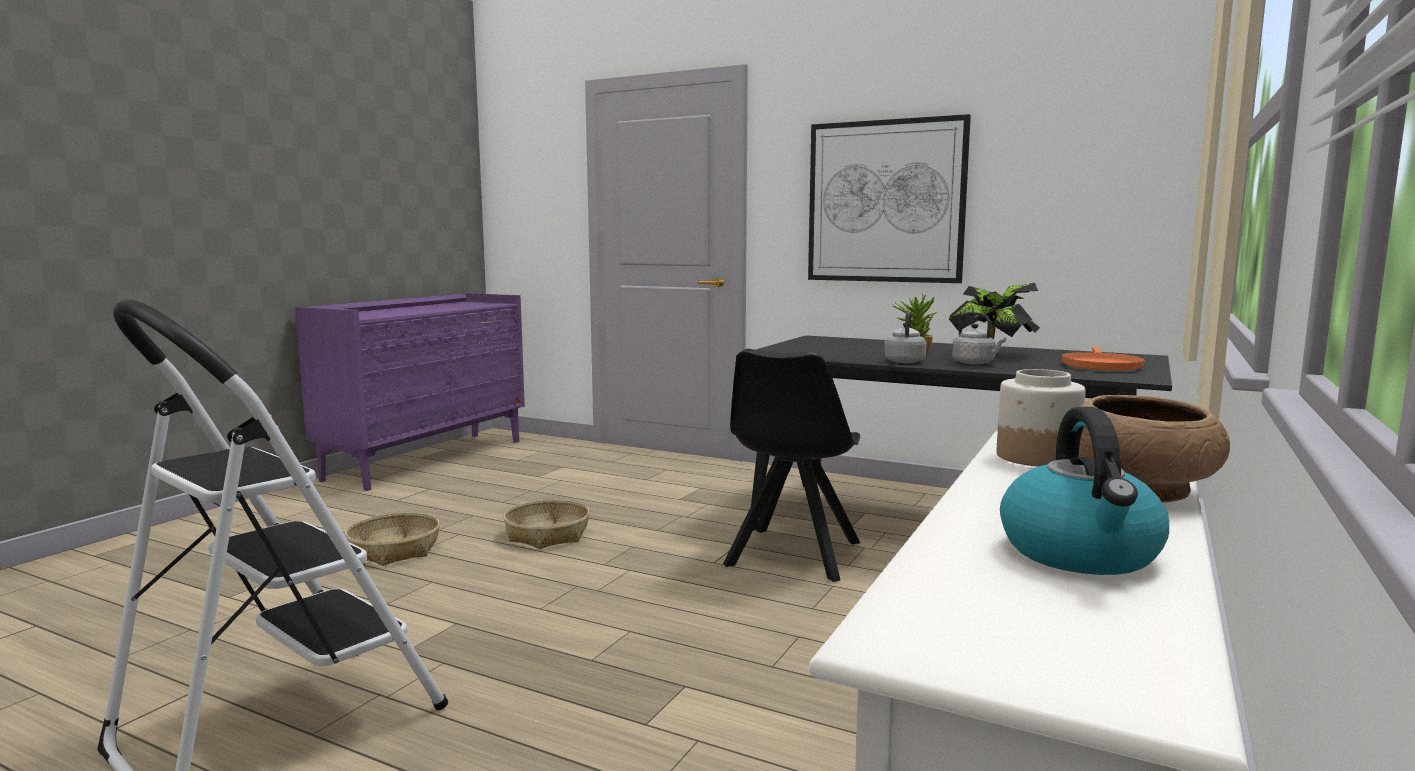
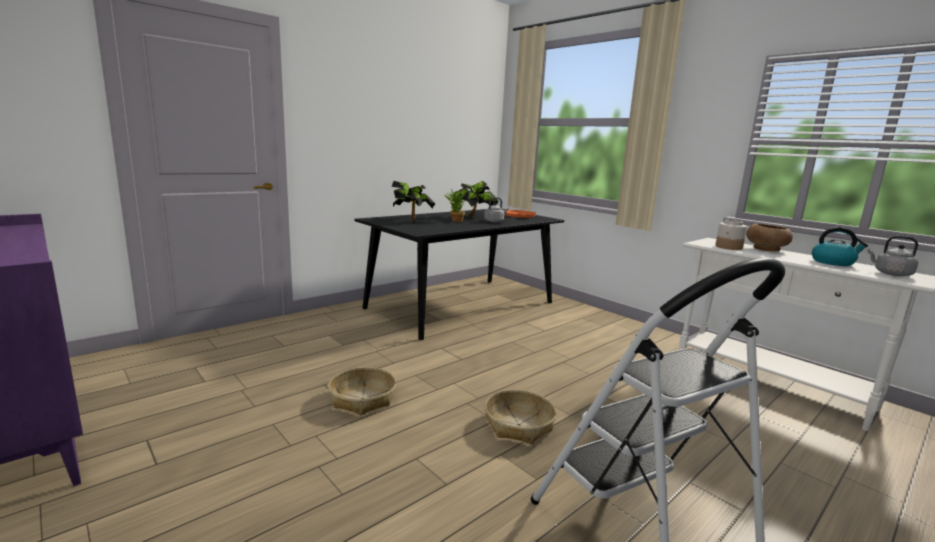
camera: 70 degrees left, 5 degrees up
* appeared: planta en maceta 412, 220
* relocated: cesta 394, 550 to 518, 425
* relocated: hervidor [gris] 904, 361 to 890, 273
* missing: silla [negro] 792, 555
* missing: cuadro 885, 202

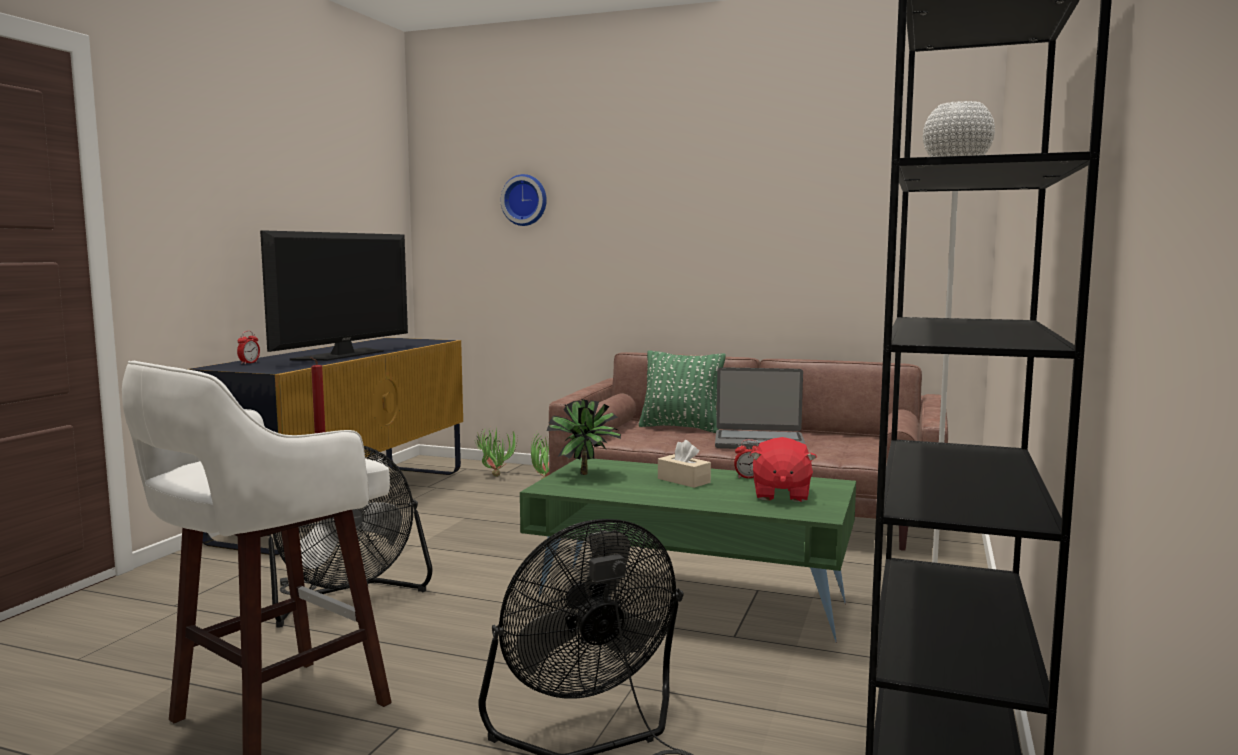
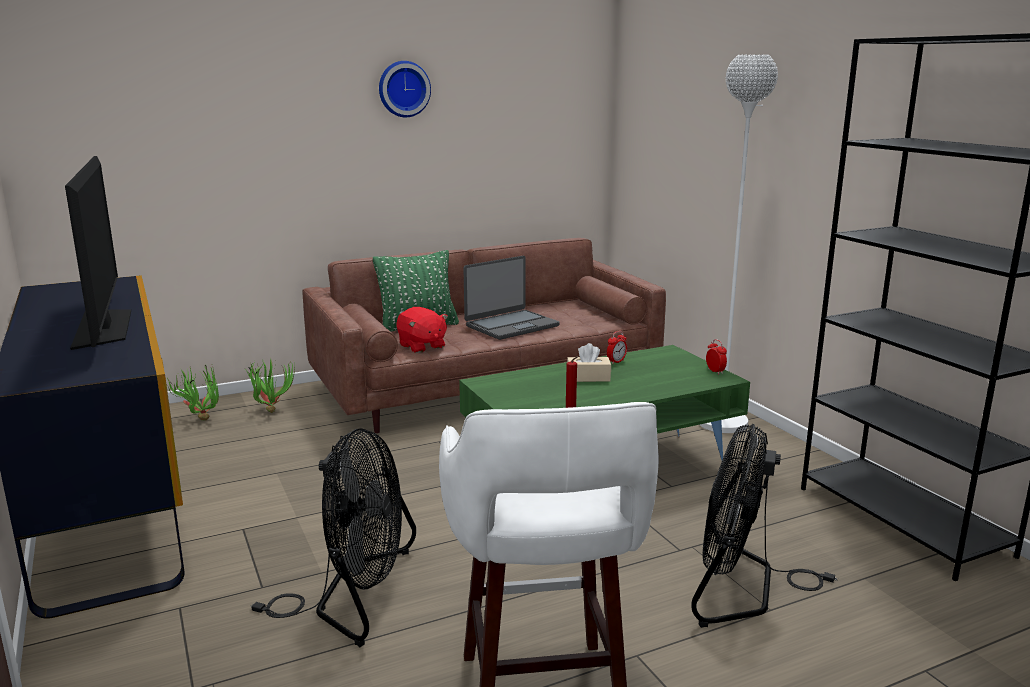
camera: 45 degrees left, 10 degrees up
* relocated: reloj de pared 525, 200 to 403, 89
* relocated: peluche [rojo] 780, 494 to 421, 346
* relocated: despertador 249, 363 to 715, 371
* missing: planta en maceta 586, 475

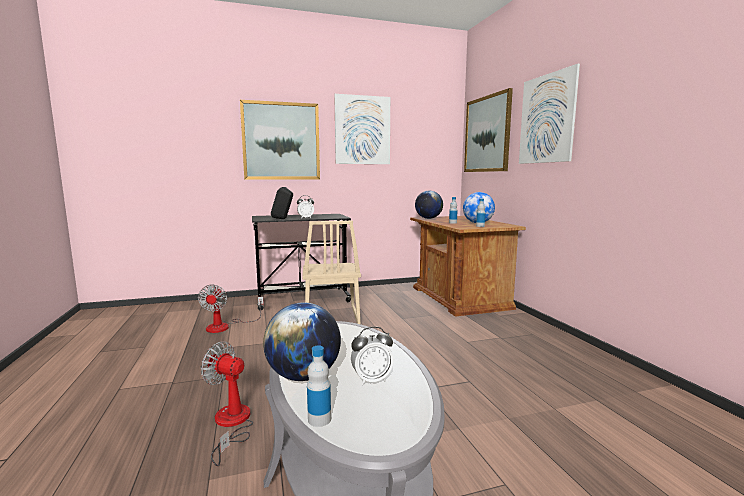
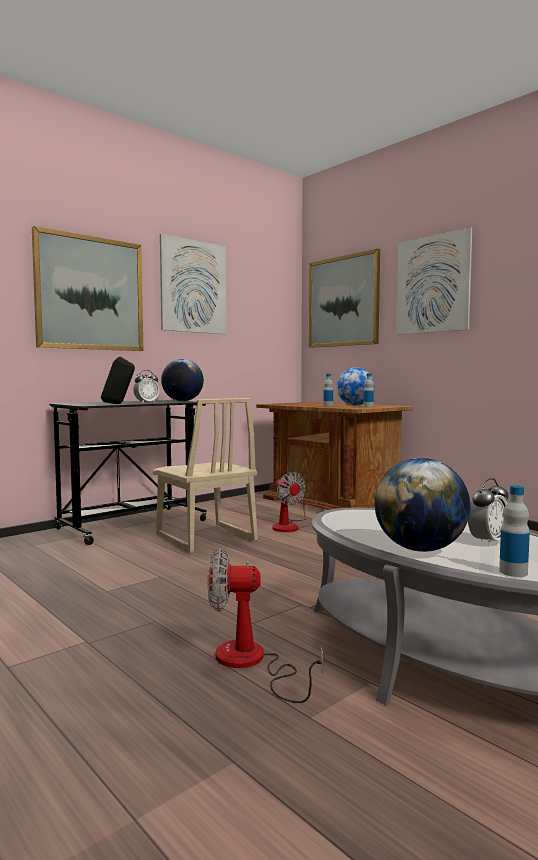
camera: 25 degrees left, 5 degrees down
* relocated: globo terráqueo 428, 218 to 182, 401
* relocated: ventilador 225, 326 to 288, 526

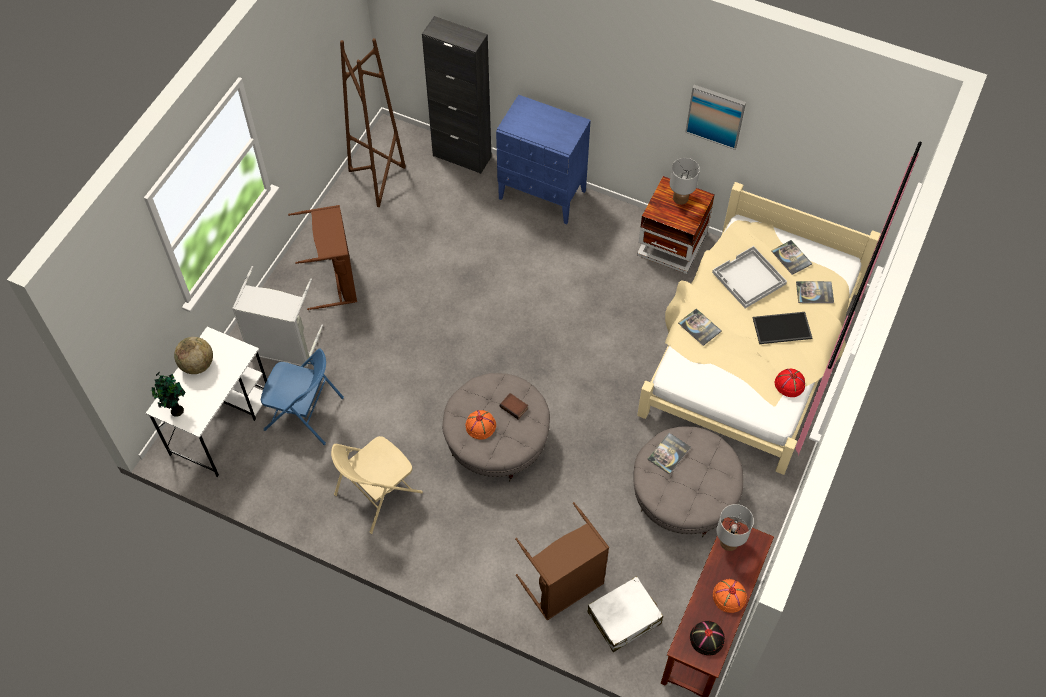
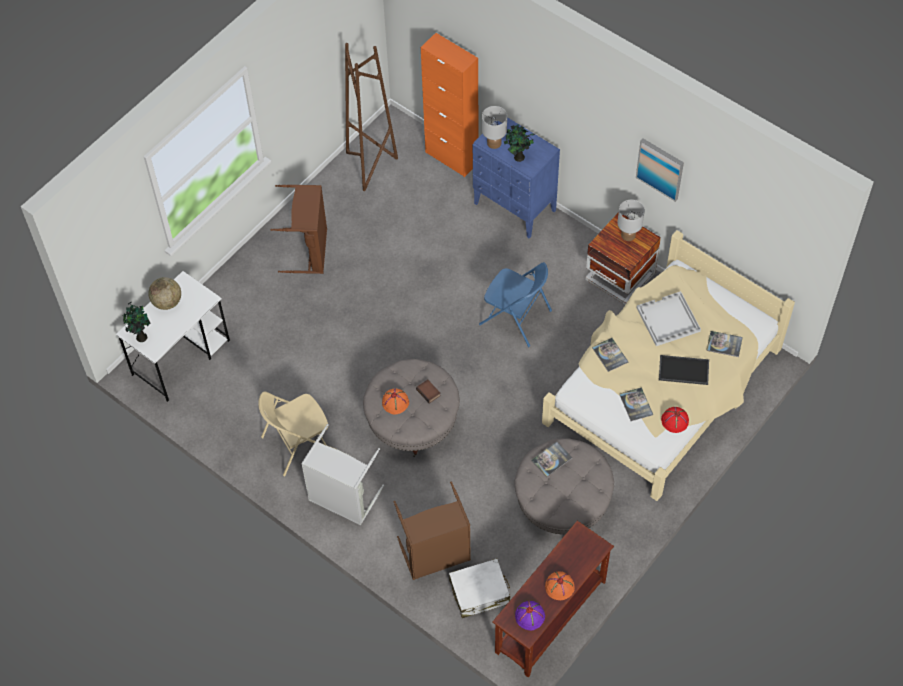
camera: 15 degrees right, 0 degrees up
* relocated: cesto de la ropa [gris] 283, 347 to 342, 499
* colour: armario [negro] 462, 156 to armario [naranja] 451, 157
* relocated: silla [azul] 304, 414 to 515, 317
* relocated: lámpara de mesa [gris] 729, 542 to 494, 143
* appeared: planta en maceta 518, 158
* colour: sombrero [negro] 707, 638 to sombrero [morado] 530, 616
* relocated: libro 791, 258 to 636, 404

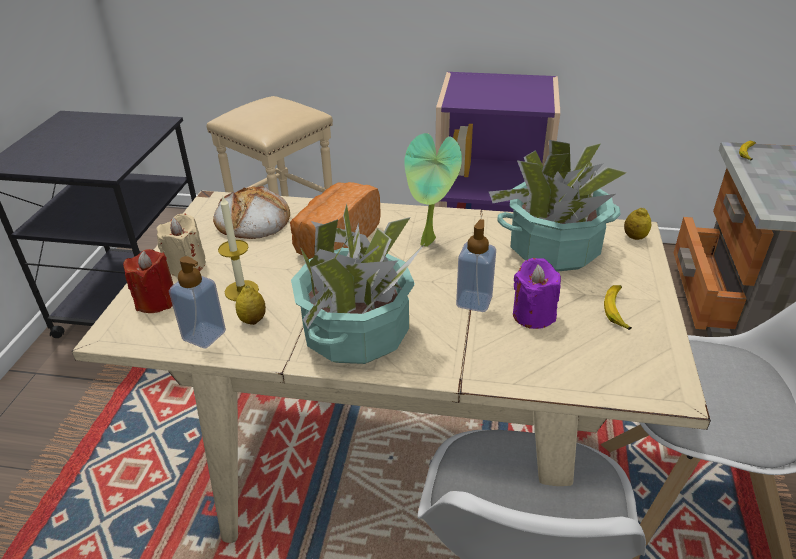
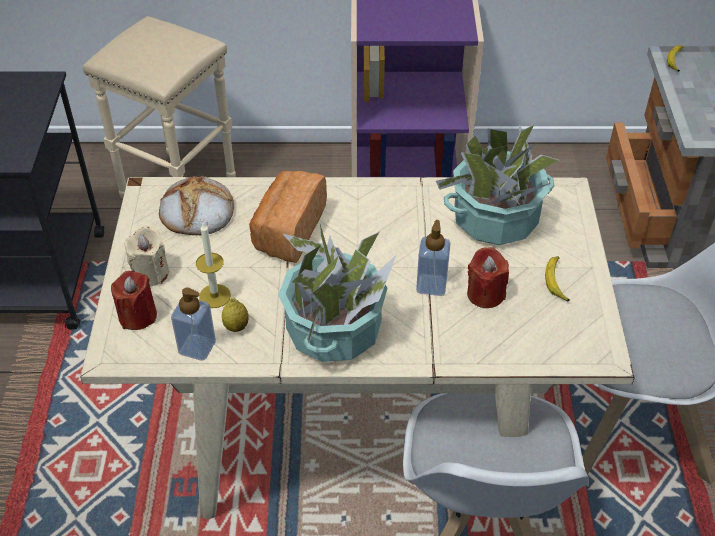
camera: 10 degrees left, 10 degrees up
* colour: vela [morado] 533, 315 to vela [rojo] 485, 294
* missing: planta en maceta 430, 243
* missing: limón 634, 237

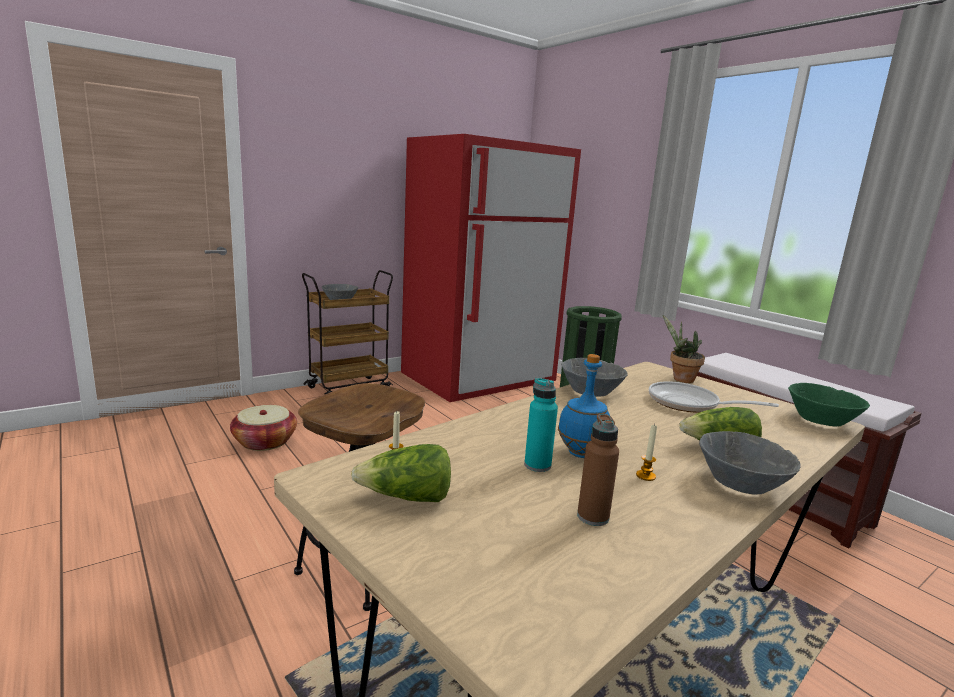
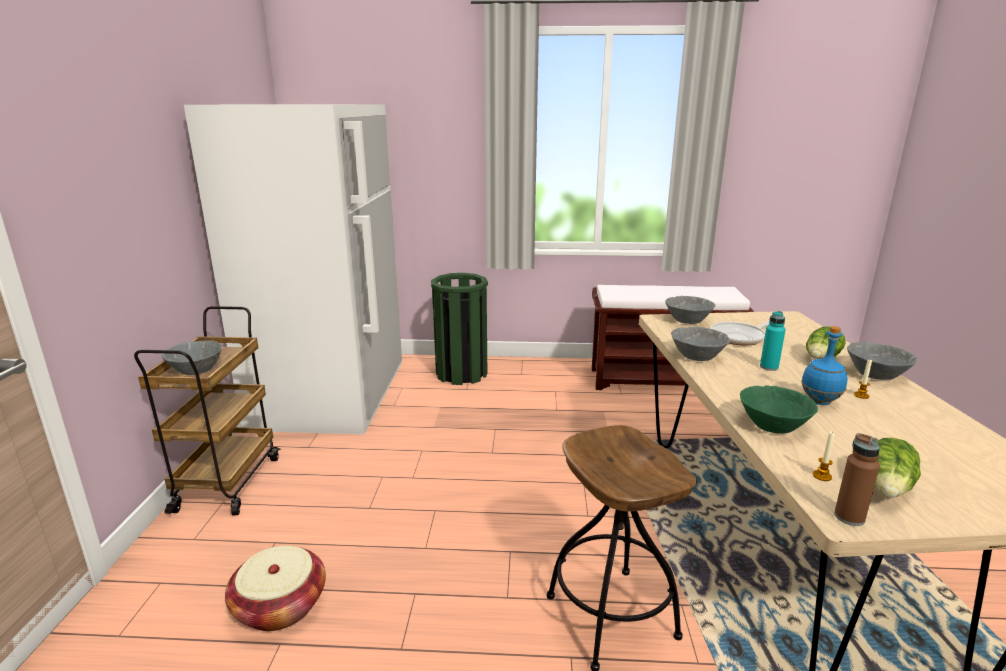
camera: 50 degrees left, 5 degrees up
* colour: nevera [rojo] 479, 376 to nevera [blanco] 332, 392
* exchanged: planta en maceta 680, 379 to cuenco [gris] 688, 320
* relocated: cuenco [verde] 821, 420 to 774, 425
* relocated: botella [turquesa] 537, 465 to 769, 367
* relocated: botella [marrón] 593, 517 to 849, 517

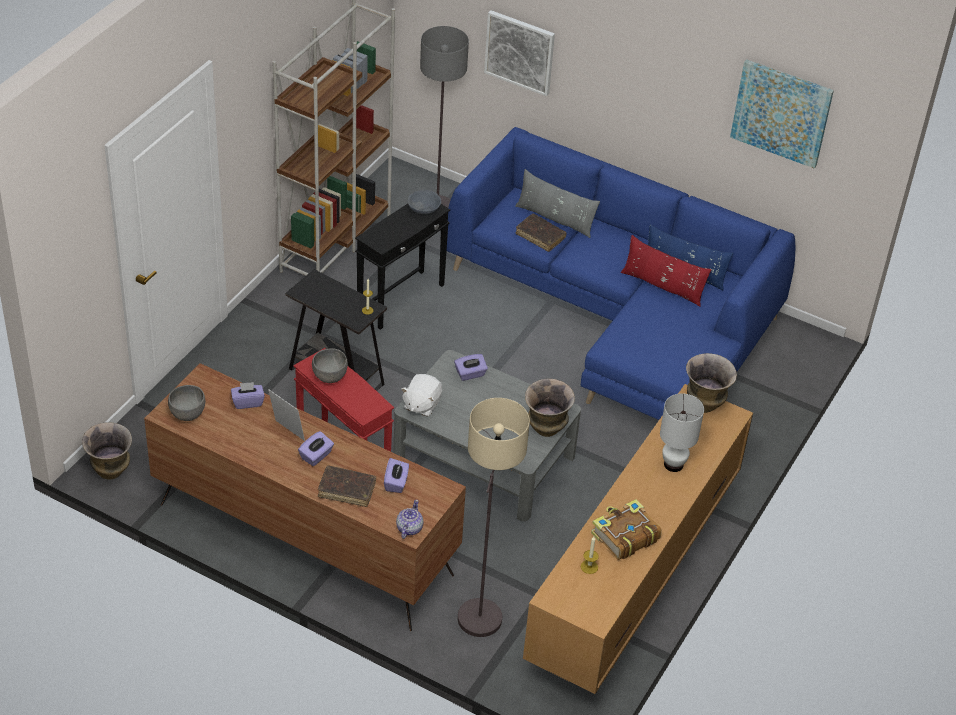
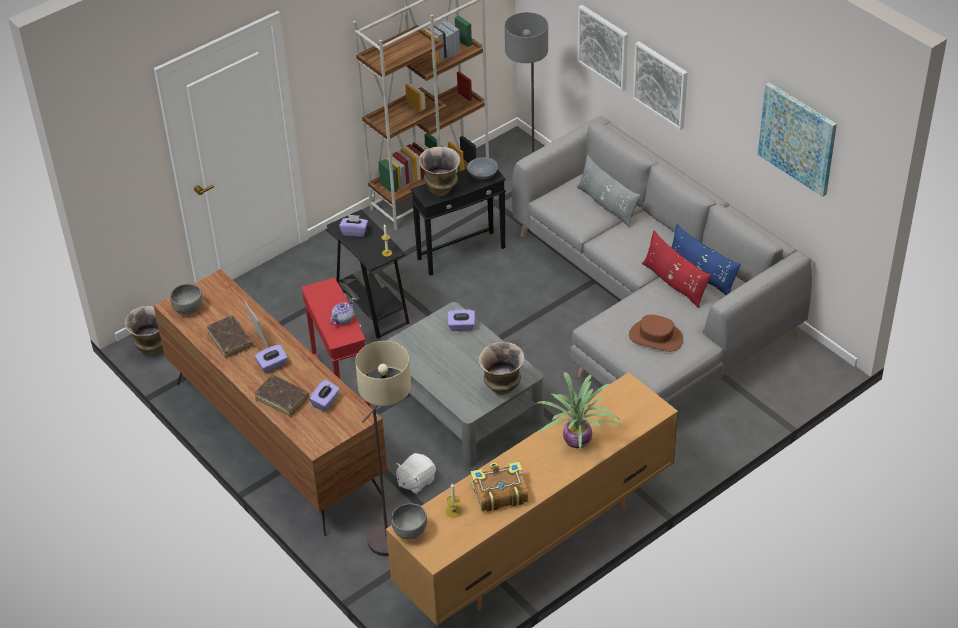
camera: 25 degrees right, 0 degrees up
* relocated: libro [marrón] 540, 236 to 230, 340
* relocated: tetera 409, 528 to 343, 319
* relocated: caja de pañuelos [morado] 248, 402 to 354, 232
* relocated: cuenco [gris] 329, 377 to 410, 531
* relocated: peluche [blanco] 421, 404 to 416, 481
* relocated: florero 705, 404 to 441, 190
* colour: sofá [azul] 621, 314 to sofá [gris] 651, 304
* exchanged: lámpara de mesa [blanco] 674, 464 to planta en maceta 578, 440
* appeared: sombrero [marrón] 656, 337
* appeared: cuadro 661, 84

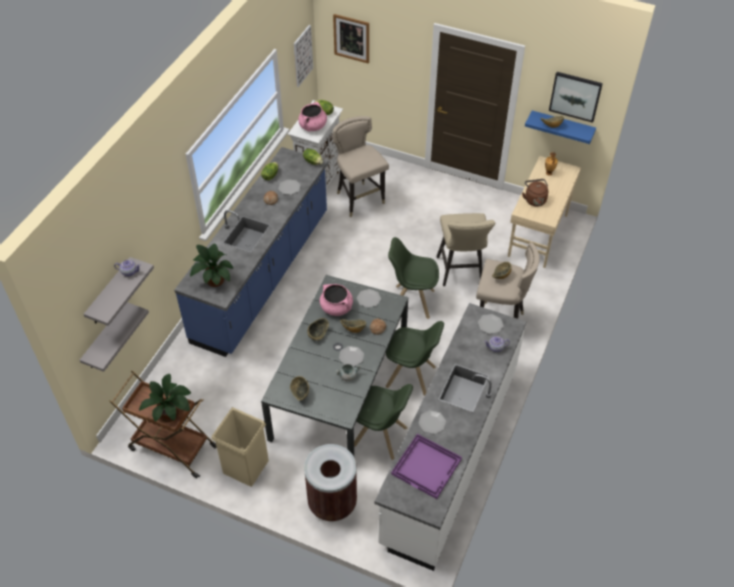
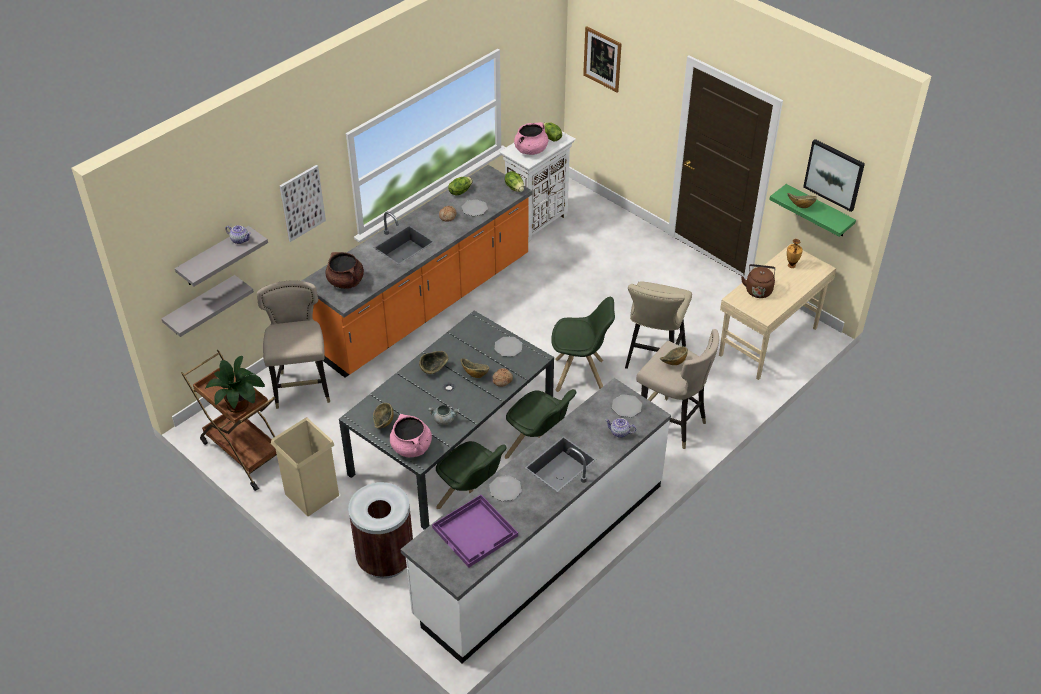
camera: 20 degrees right, 5 degrees down
* relocated: taburete [beis] 359, 200 to 302, 389
* relocated: cuadro 302, 55 to 302, 203
* colour: mueble bajo de cocina [azul] 263, 276 to mueble bajo de cocina [naranja] 425, 305
* exchanged: planta en maceta 214, 279 to olla [marrón] 346, 281
* relocated: olla [rosa] 336, 308 to 411, 447
* spun: silla [verde] 412, 301 = 580, 375 150 degrees clockwise
* colour: estante [azul] 562, 127 to estante [verde] 818, 211
* missing: plato 351, 356

